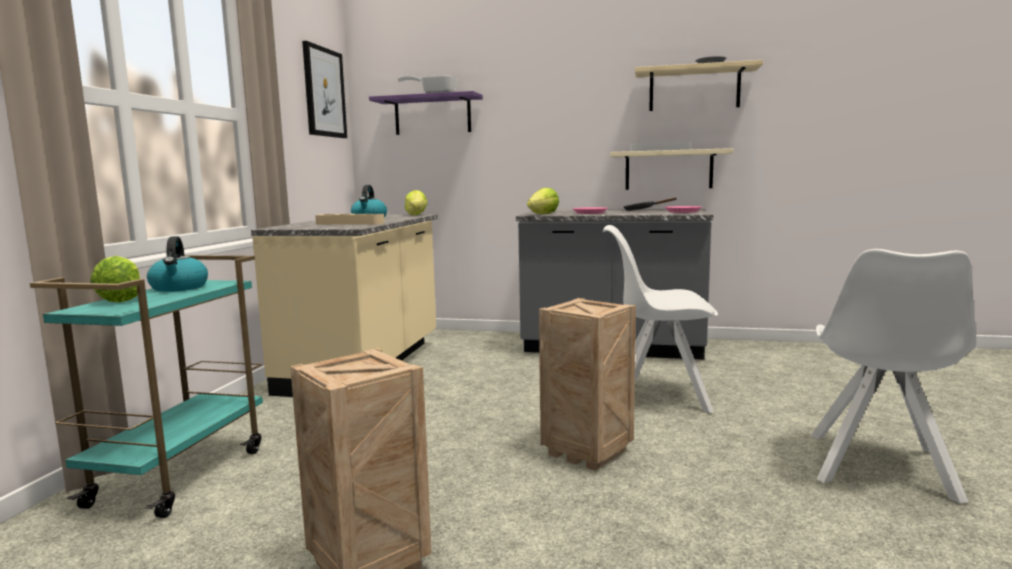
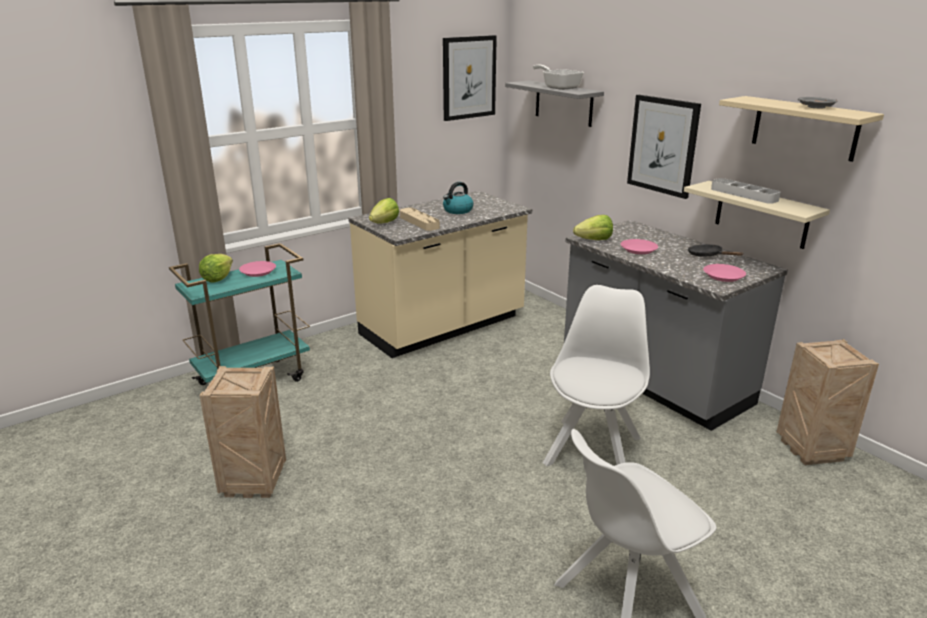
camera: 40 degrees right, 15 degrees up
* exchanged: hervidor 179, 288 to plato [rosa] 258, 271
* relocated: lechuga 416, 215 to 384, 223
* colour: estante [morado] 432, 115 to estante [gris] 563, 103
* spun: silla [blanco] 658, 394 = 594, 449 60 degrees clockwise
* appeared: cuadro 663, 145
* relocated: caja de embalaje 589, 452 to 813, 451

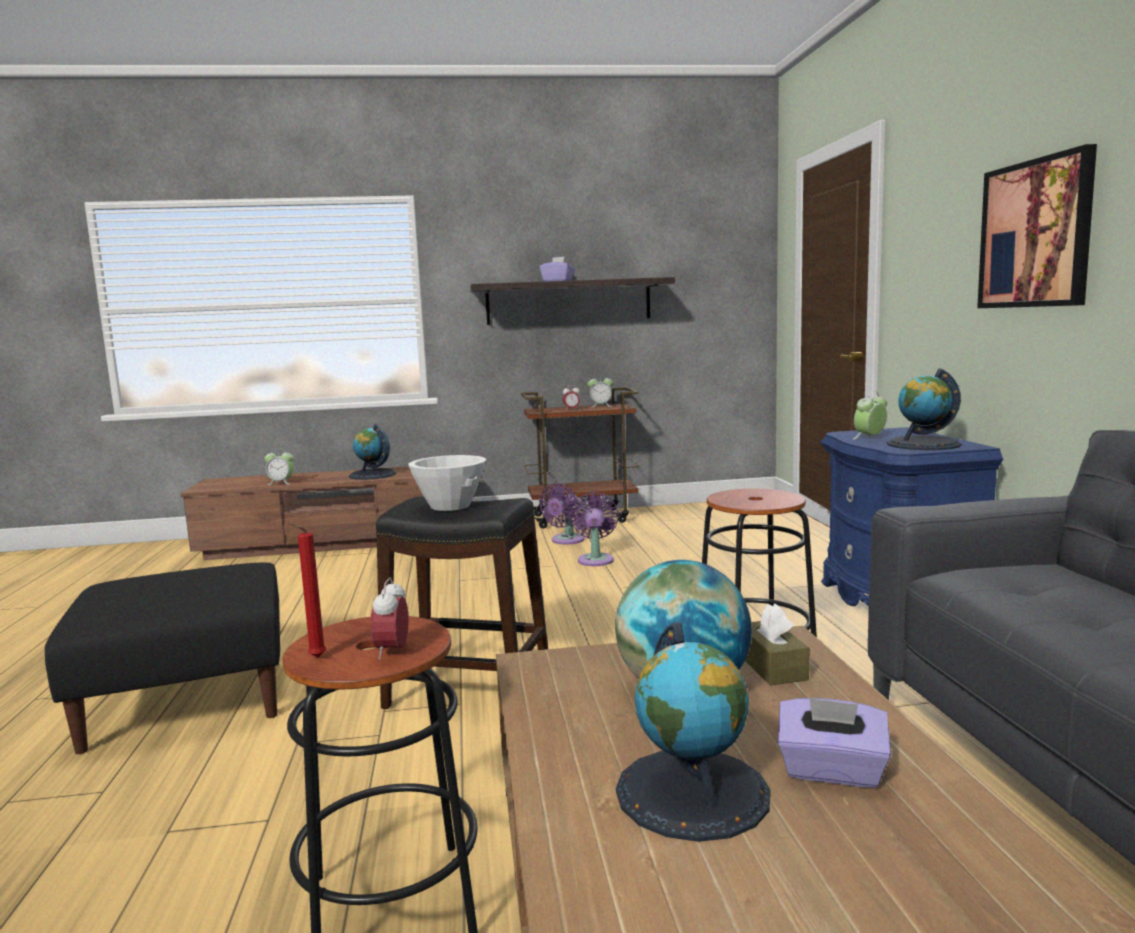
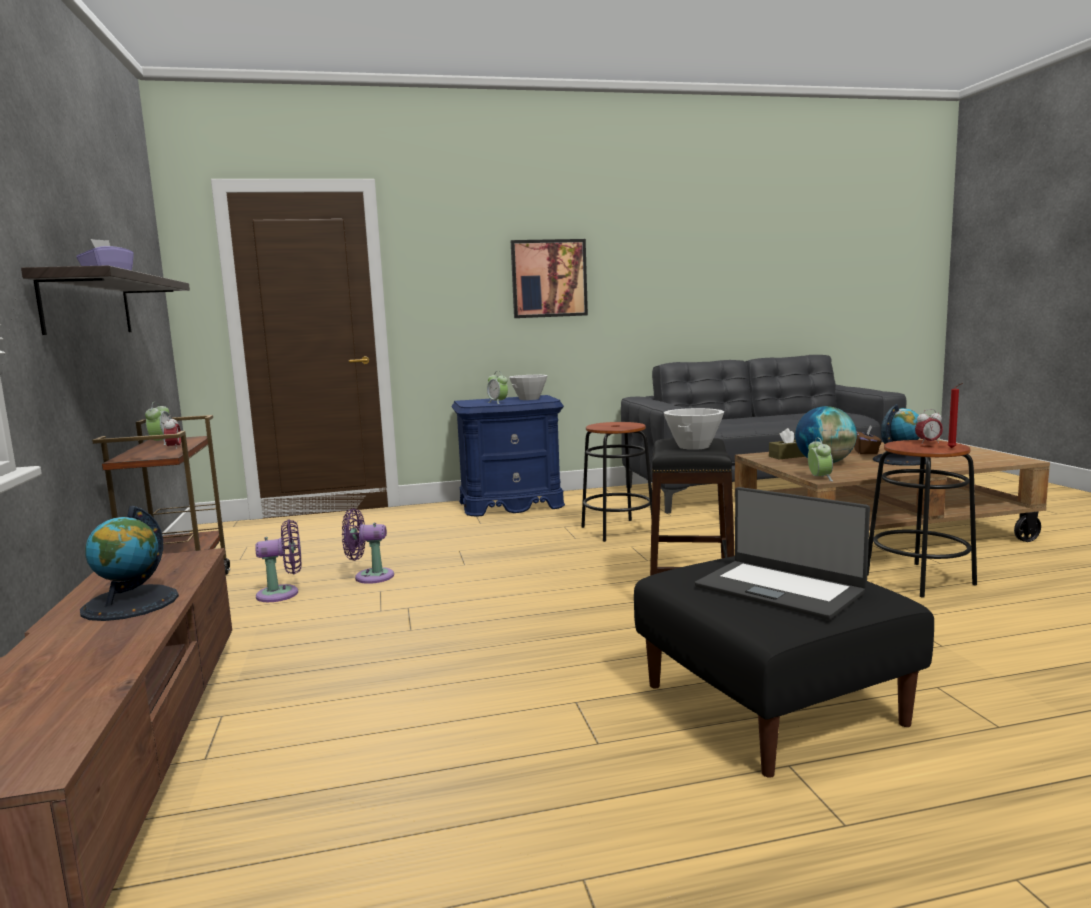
camera: 95 degrees left, 0 degrees up
* spun: ventilador [morado] 565, 541 = 282, 594 45 degrees counterclockwise
* exchanged: globo terráqueo 923, 444 to cuenco [blanco] 529, 399
* appeared: portátil 779, 589
* relocated: despertador 281, 483 to 819, 478
* colour: caja de pañuelos [morado] 832, 771 to caja de pañuelos [marrón] 866, 452

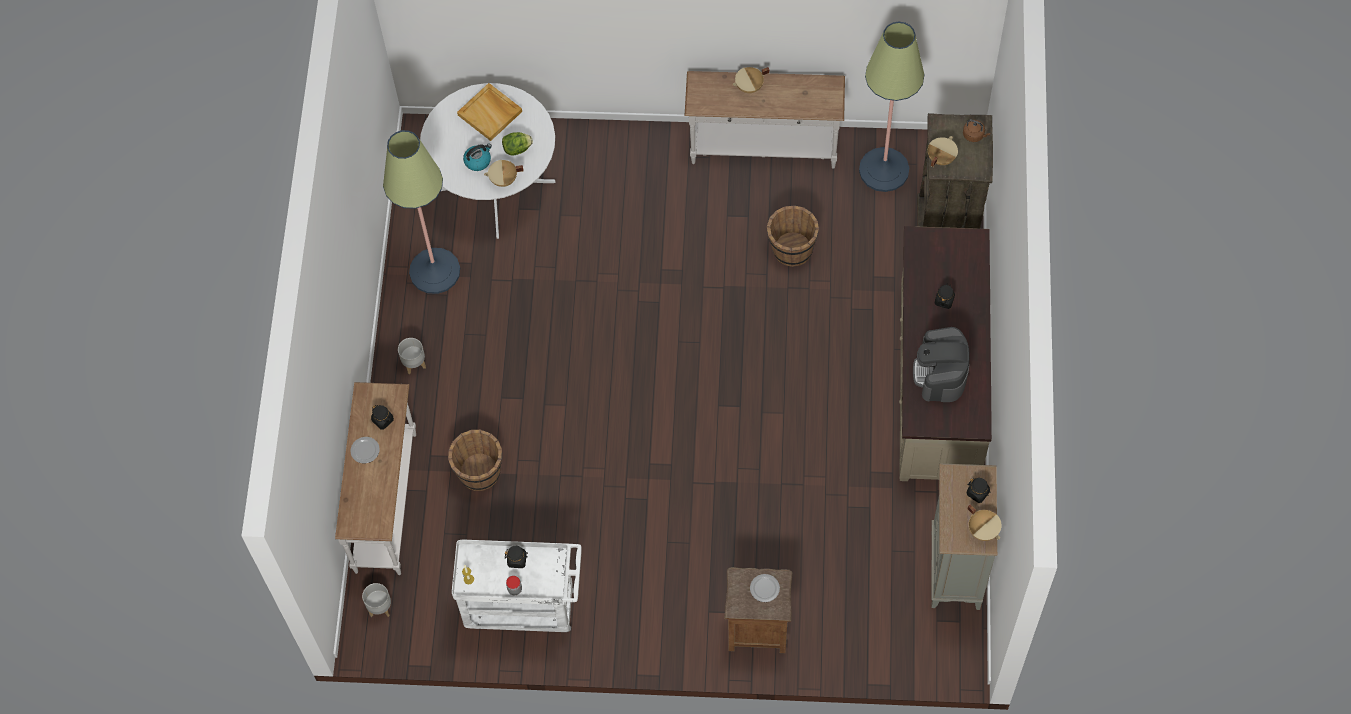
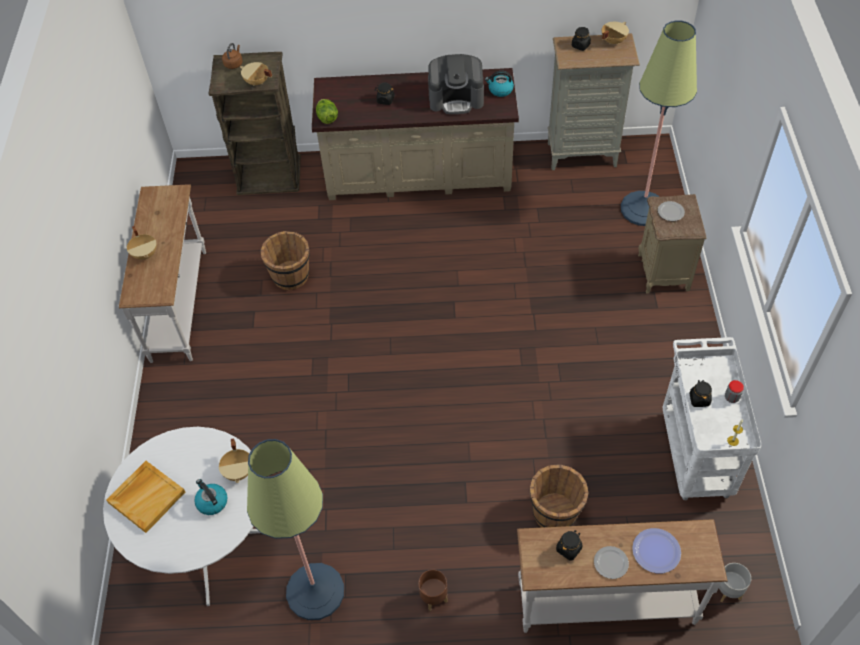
camera: 95 degrees left, 10 degrees down
* relocated: lechuga 517, 149 to 327, 118
* colour: maceta [gris] 414, 363 to maceta [marrón] 433, 597
* appeared: hervidor 500, 90
* relocated: lámpara de pie 884, 170 to 643, 209
* appeared: plato 656, 551

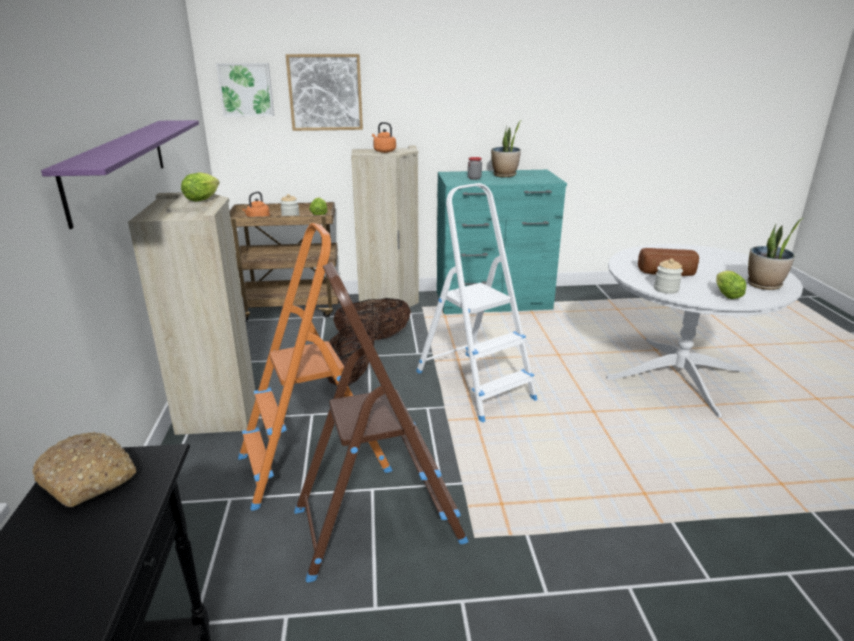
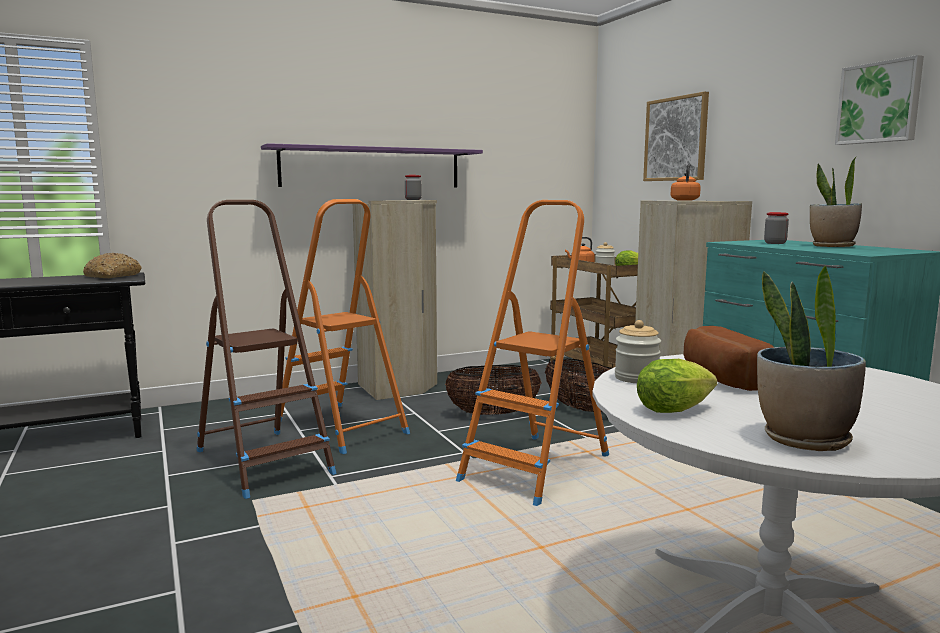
camera: 70 degrees right, 15 degrees down
* exchanged: lechuga 204, 199 to tarro 413, 199
* colour: escalera de tijera [blanco] 475, 385 to escalera de tijera [naranja] 535, 468
* relocated: cuadro 246, 89 to 879, 103

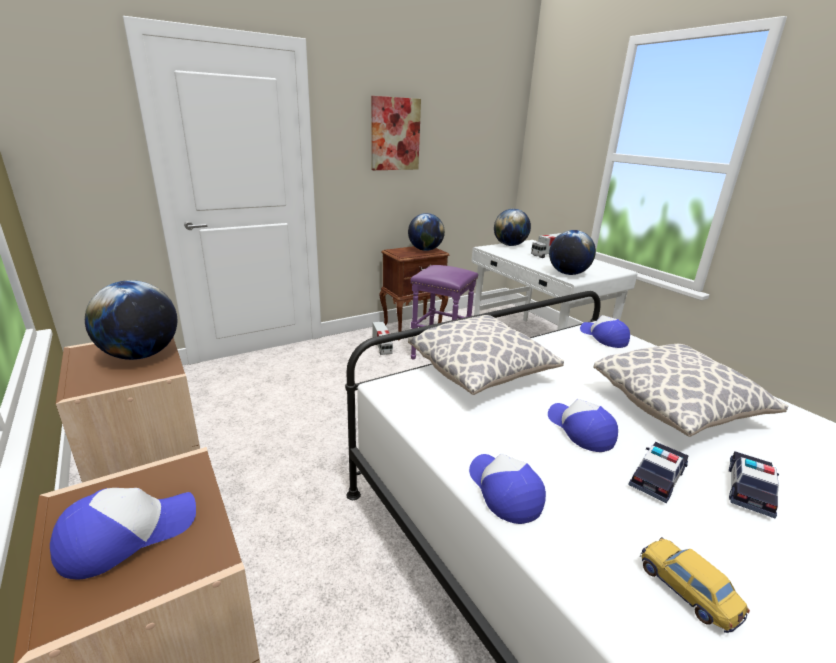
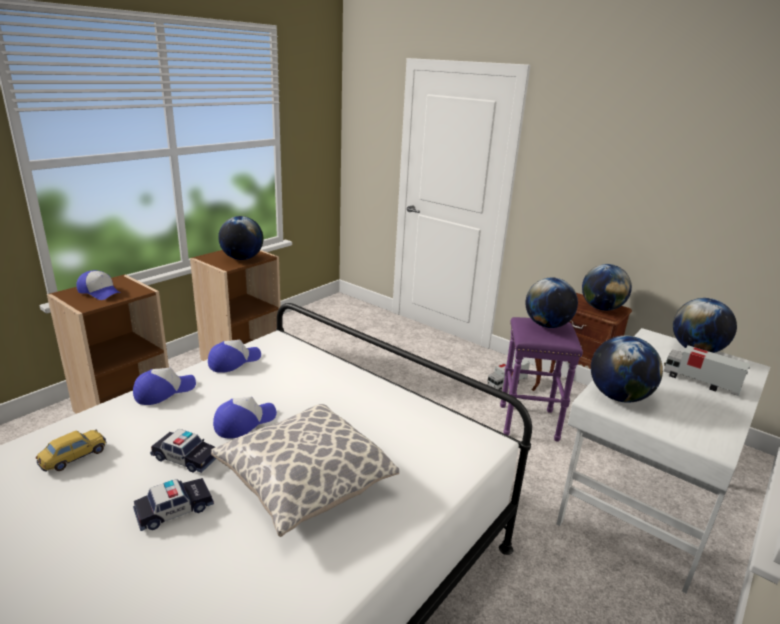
camera: 70 degrees right, 0 degrees up
* spun: coche de juguete 749, 489 = 174, 509 45 degrees counterclockwise
* relocated: gorra 603, 337 to 234, 361
* appeared: globo terráqueo 547, 325
* missing: cuadro 395, 134
* missing: cojín 481, 372

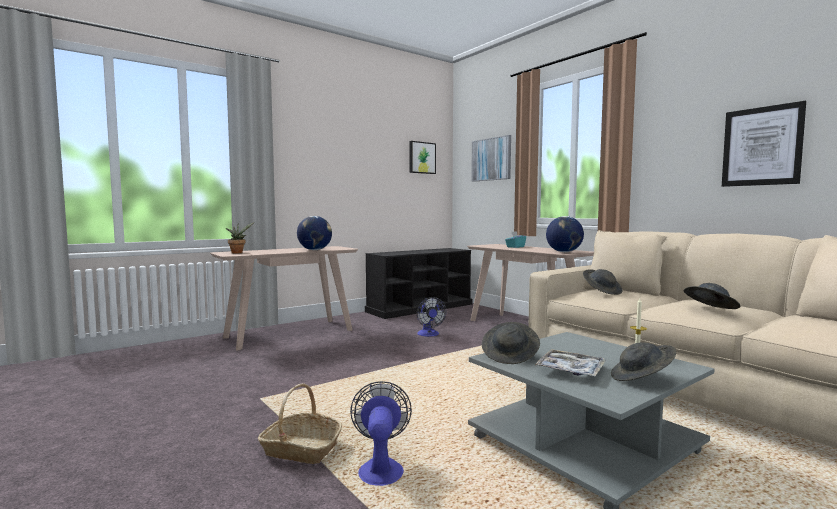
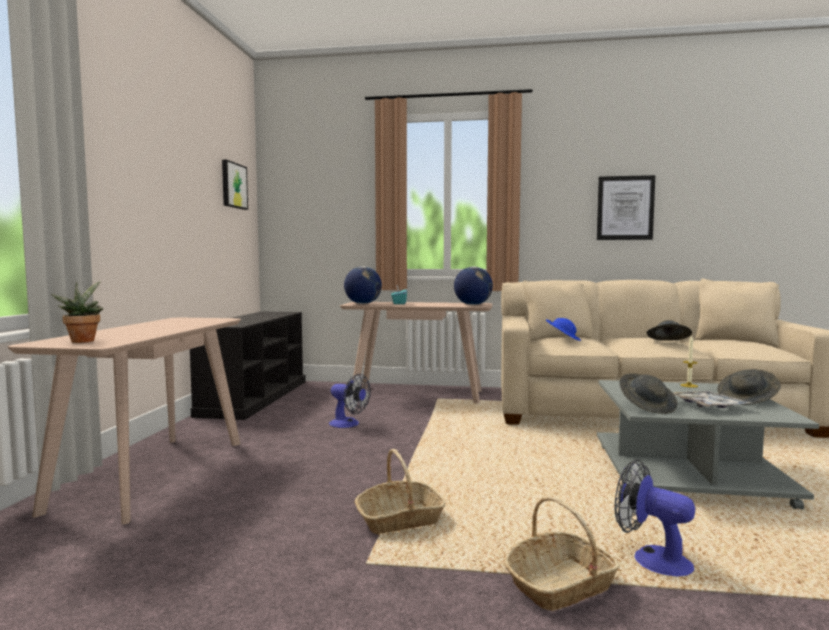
camera: 45 degrees left, 0 degrees up
* relocated: globo terráqueo 315, 250 to 363, 304
* appeared: cesta 399, 520
* colour: sombrero [gris] 602, 291 to sombrero [azul] 562, 339
* missing: cuadro 491, 159

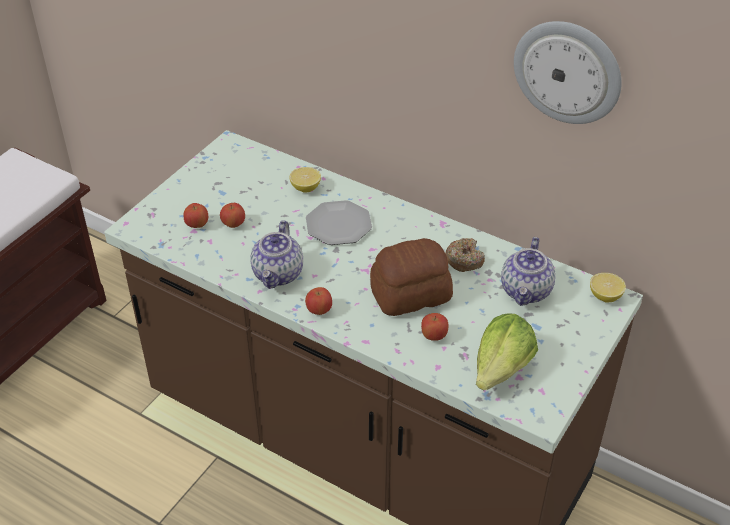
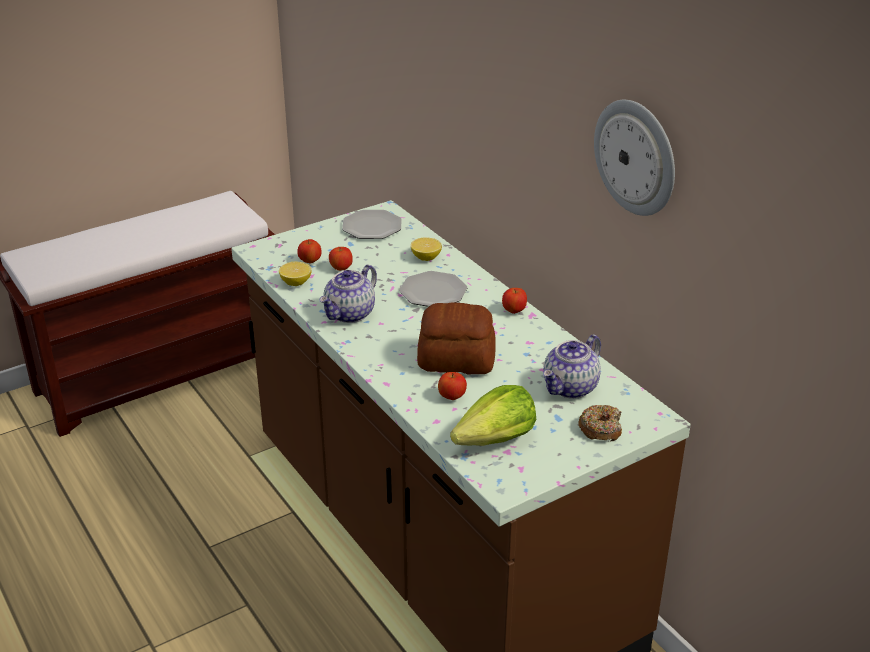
camera: 25 degrees right, 10 degrees down
* relocated: limón 605, 296 to 295, 282
* appeared: plato 371, 227
* relocated: manzana 319, 310 to 514, 311
* relocated: rosquilla 464, 260 to 600, 429

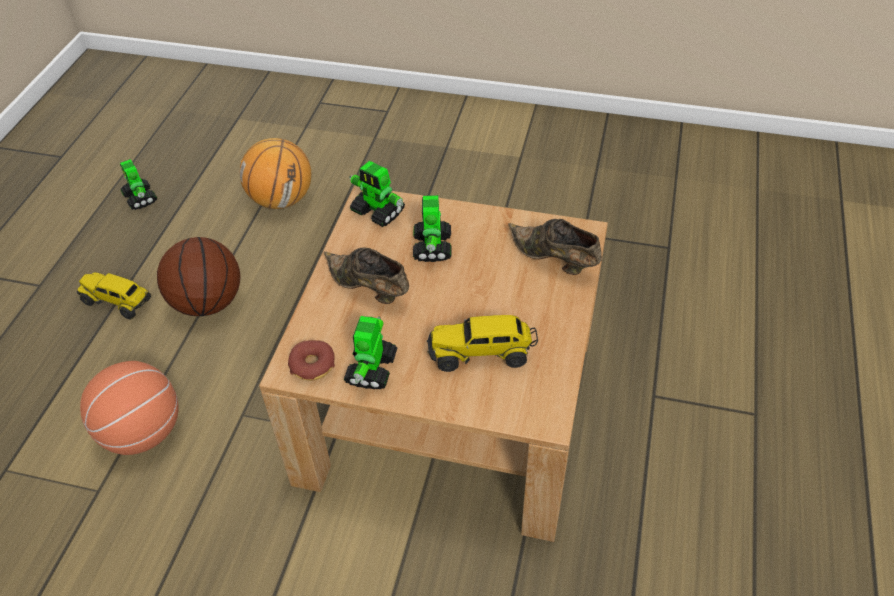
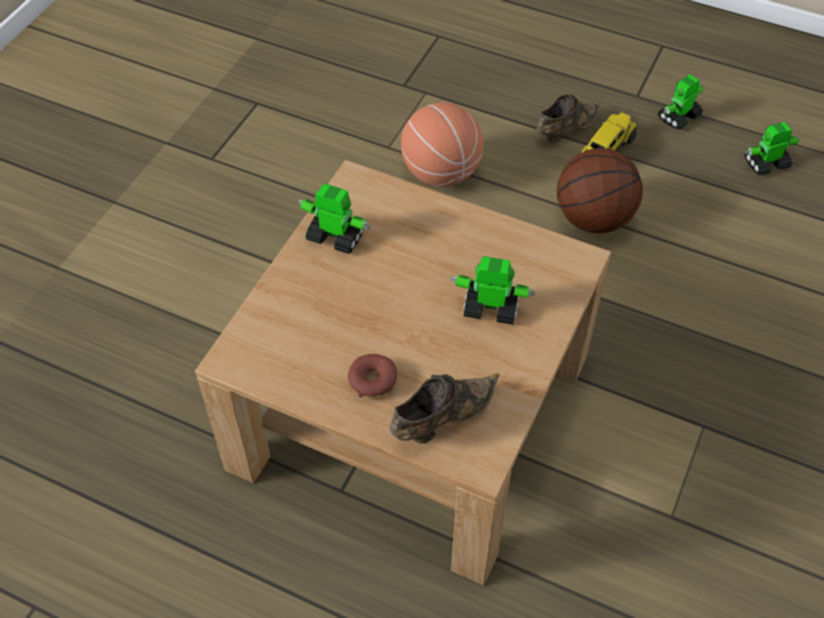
camera: 100 degrees right, 5 degrees up
* relocated: rosquilla 312, 365 to 372, 381
* relocated: zapato [marrón] 369, 289 to 564, 130
* relocated: robot de juguete 378, 212 to 678, 117
* missing: balón de baloncesto 282, 200
* missing: camión de juguete 481, 353

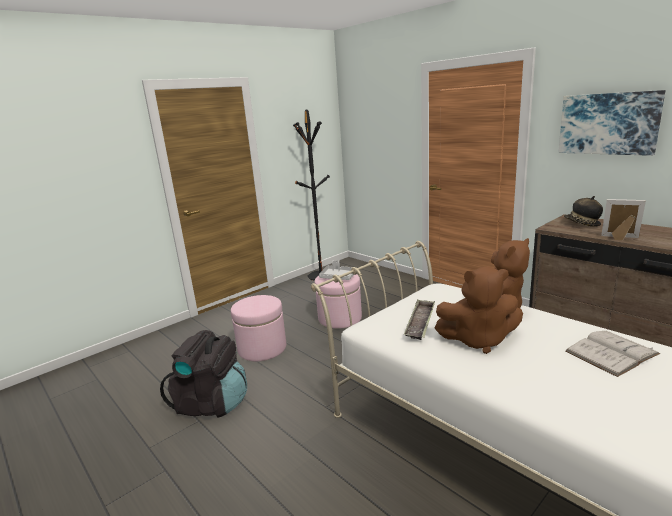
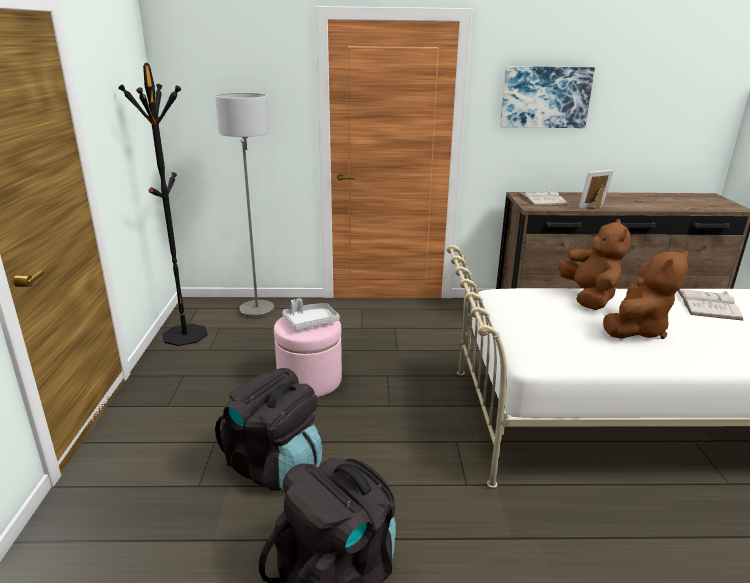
camera: 50 degrees left, 5 degrees up
* appeared: lámpara de pie [gris] 258, 315
* exchanged: puf [rosa] 262, 348 to mochila [negro] 274, 466
* exchanged: sombrero 581, 224 to libro [blanco] 542, 199
* missing: bandeja 420, 323

